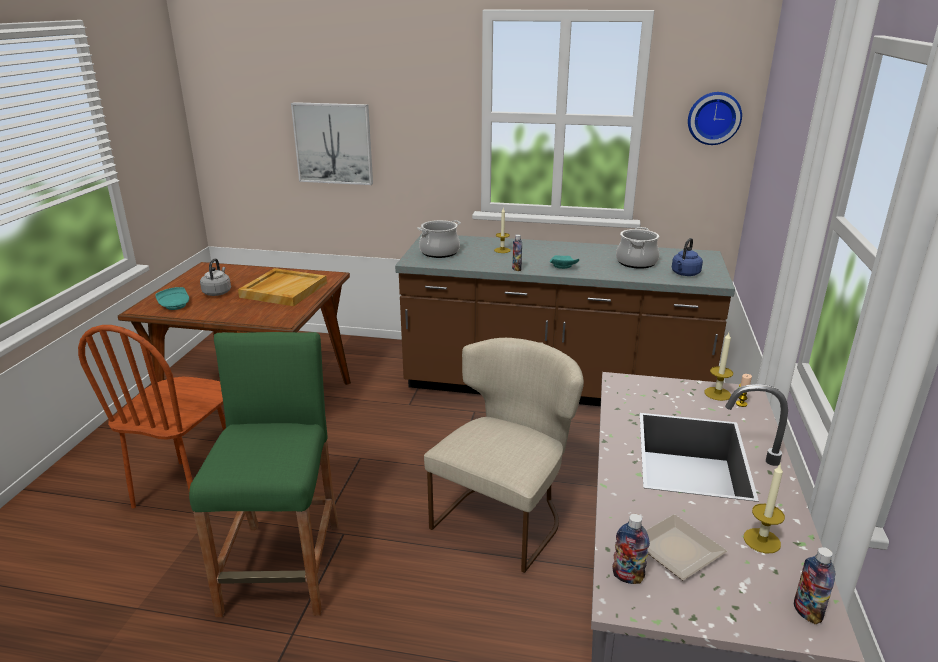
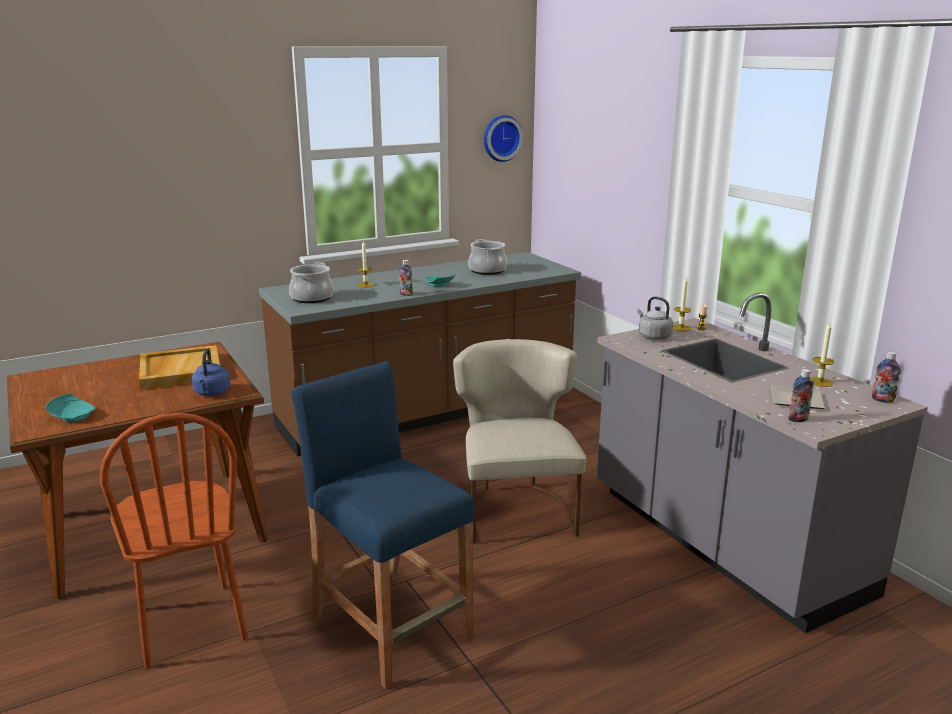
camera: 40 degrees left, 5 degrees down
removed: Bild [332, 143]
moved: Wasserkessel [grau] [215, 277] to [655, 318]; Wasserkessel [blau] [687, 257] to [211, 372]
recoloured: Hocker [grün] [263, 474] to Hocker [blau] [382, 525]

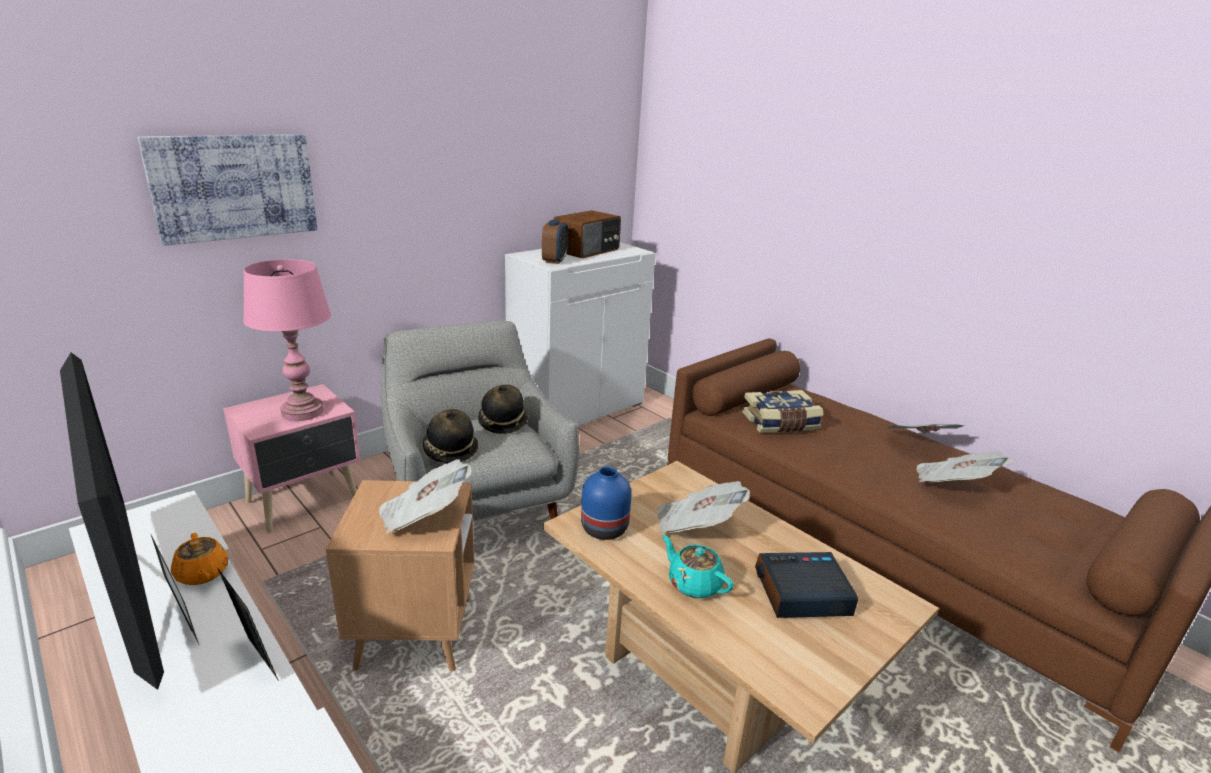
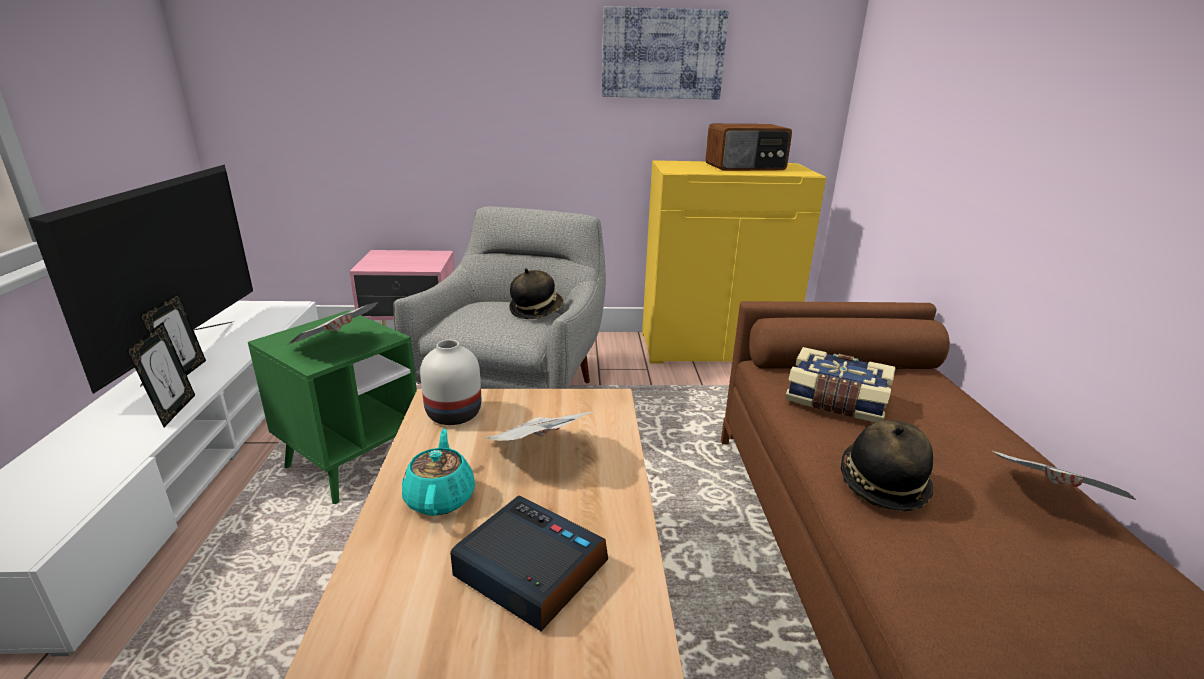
camera: 40 degrees right, 0 degrees up
removed: Teekanne [orange] [200, 559]; Tischlampe [rosa] [287, 340]; Wecker [555, 241]; Zeitung [963, 467]
moved: Bild [227, 190] to [665, 53]; Hut [450, 436] to [887, 465]
recoloured: Beistelltisch [braun] [400, 575] to Beistelltisch [grün] [332, 407]; Schrank [weiß] [580, 334] to Schrank [gelb] [734, 262]; Vase [blau] [606, 503] to Vase [weiß] [450, 382]

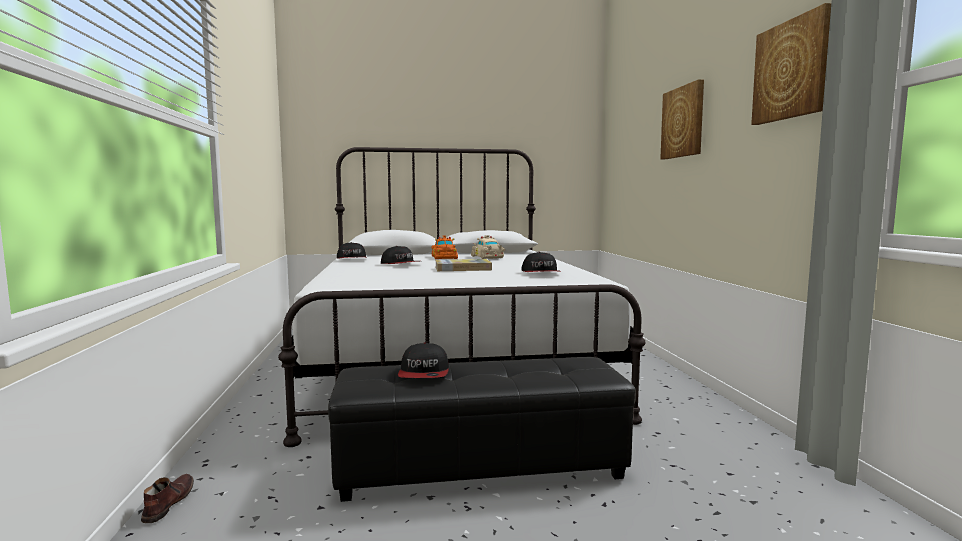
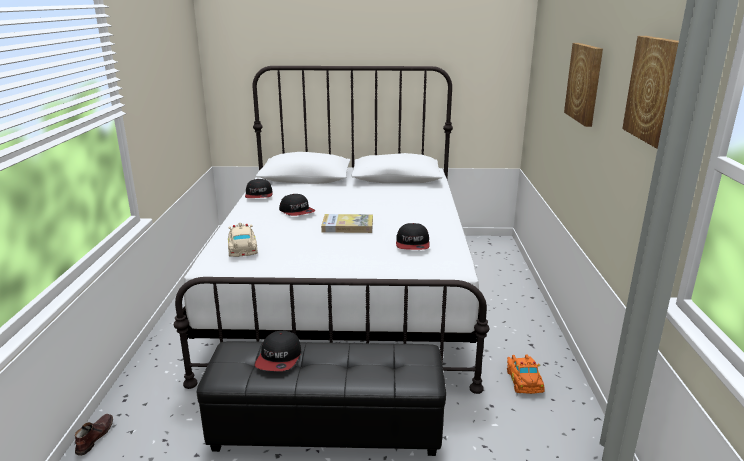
camera: 10 degrees right, 15 degrees up
moved: Spielzeugauto [orange] [444, 247] to [526, 374]; Spielzeugauto [beige] [488, 247] to [243, 240]

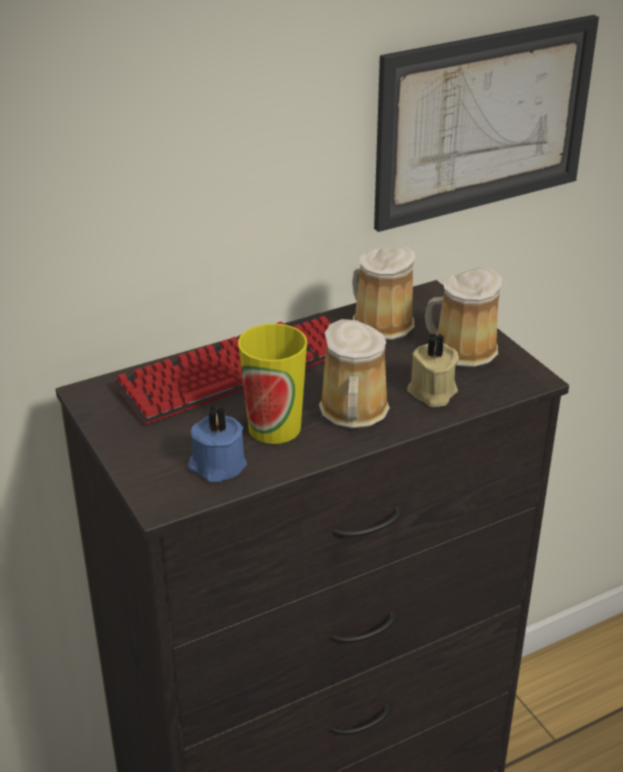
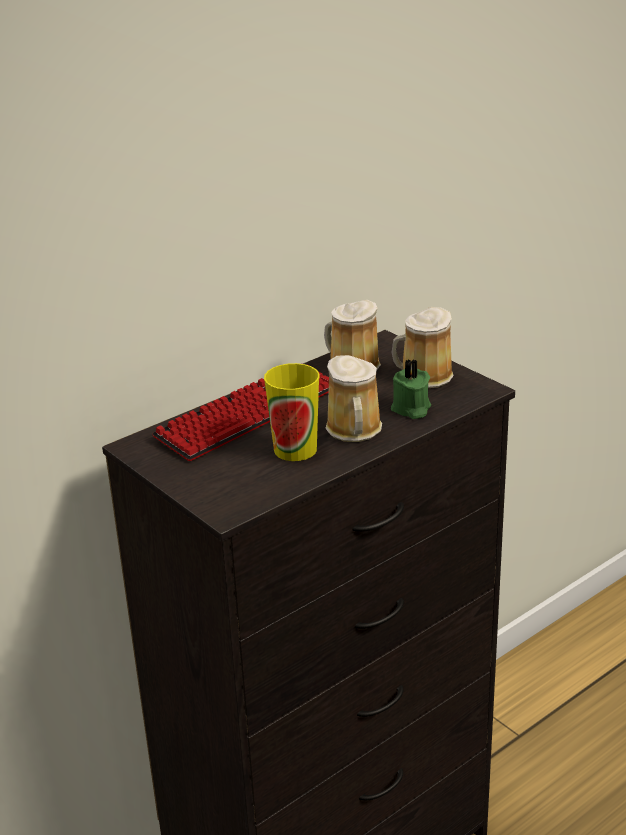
camera: 10 degrees left, 5 degrees down
removed: Kerze [blau] [217, 444]; Bild [486, 123]
recoloured: Kerze [beige] [433, 369] to Kerze [grün] [411, 389]

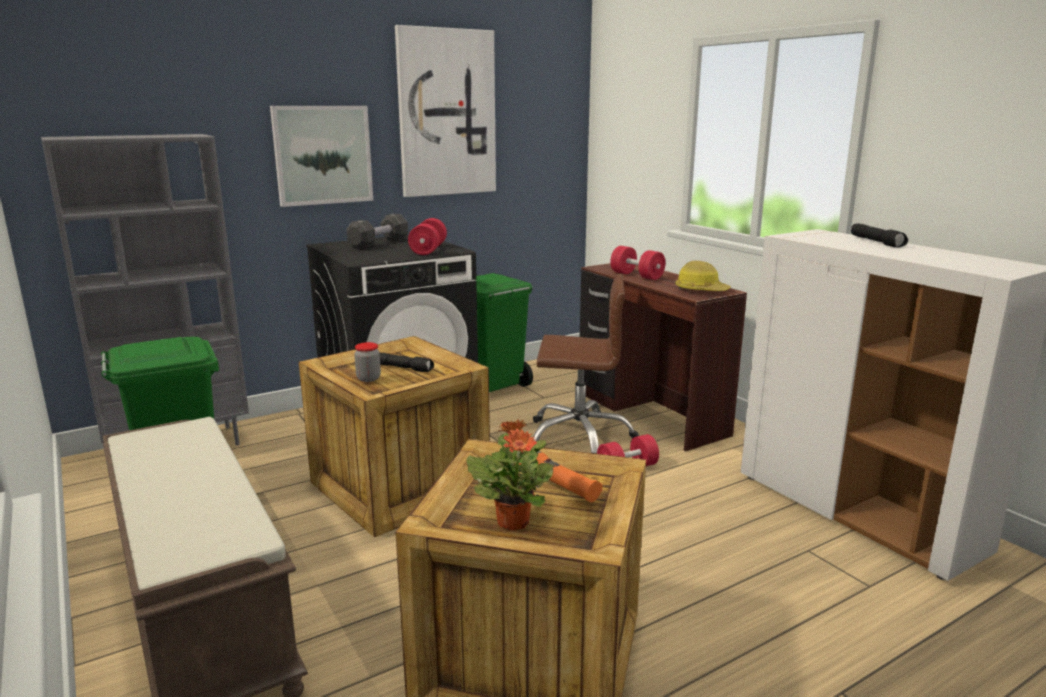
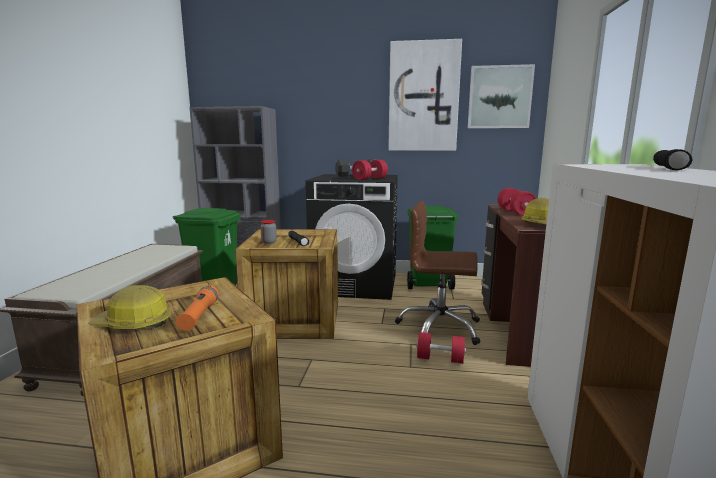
camera: 40 degrees right, 5 degrees down
moved: Bild [321, 156] to [501, 96]
replaced: Topfpflanze [509, 475] to Schutzhelm [130, 307]
turned: Bürostuhl [braun] [586, 364] = [437, 273] 150 degrees clockwise

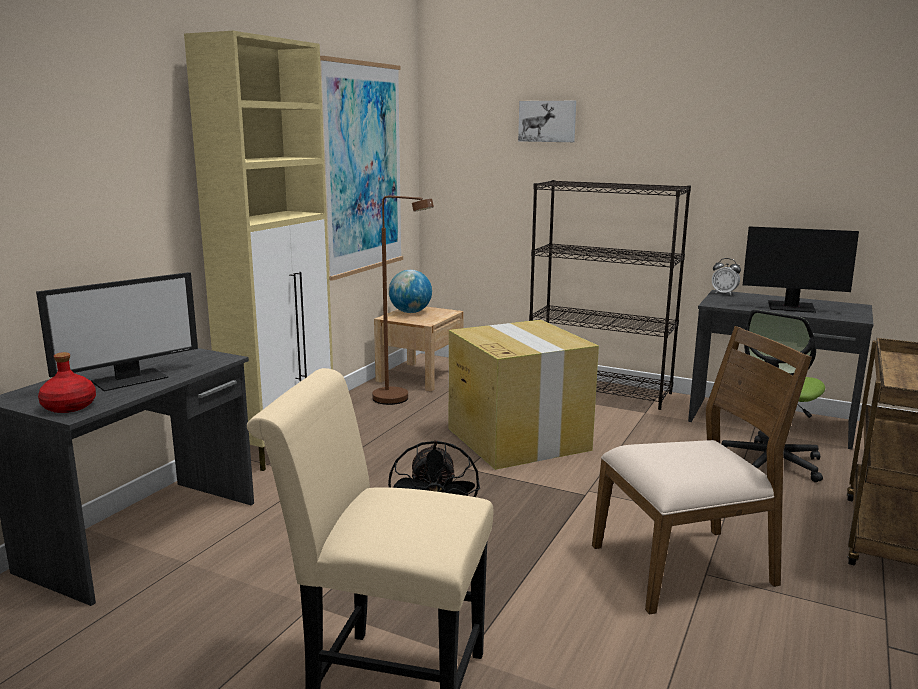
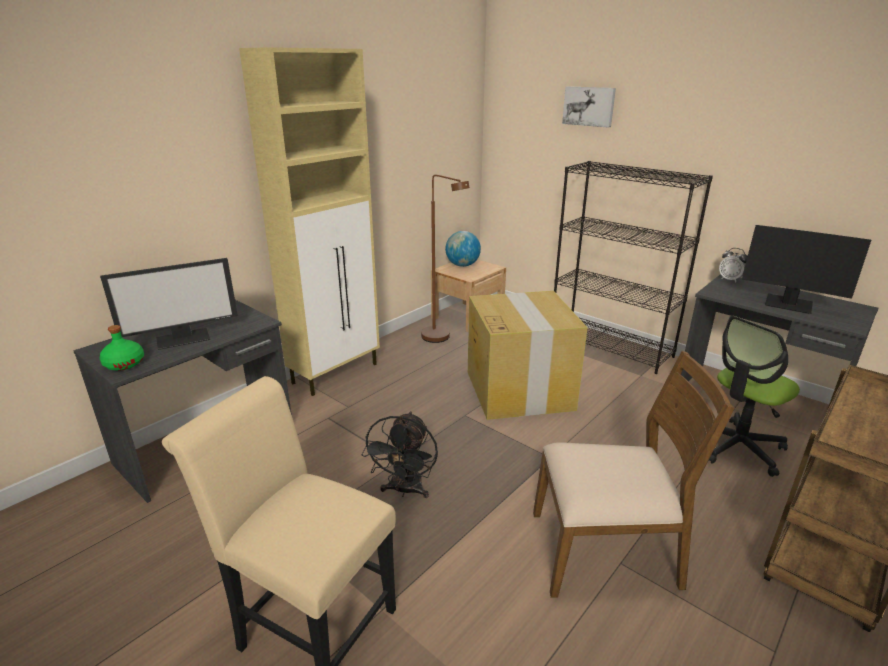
camera: 15 degrees right, 10 degrees up
removed: Bild [361, 168]
recoloured: Flasche [rot] [67, 382] to Flasche [grün] [122, 348]

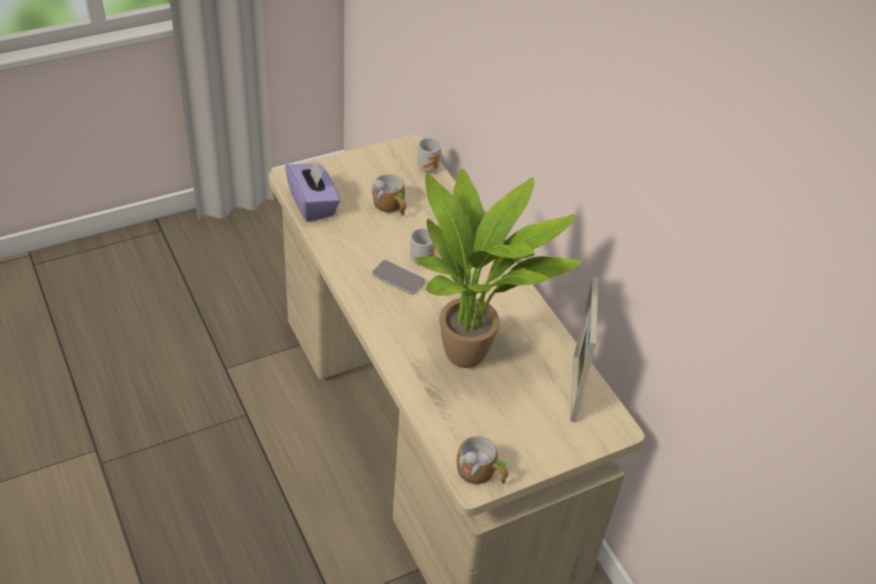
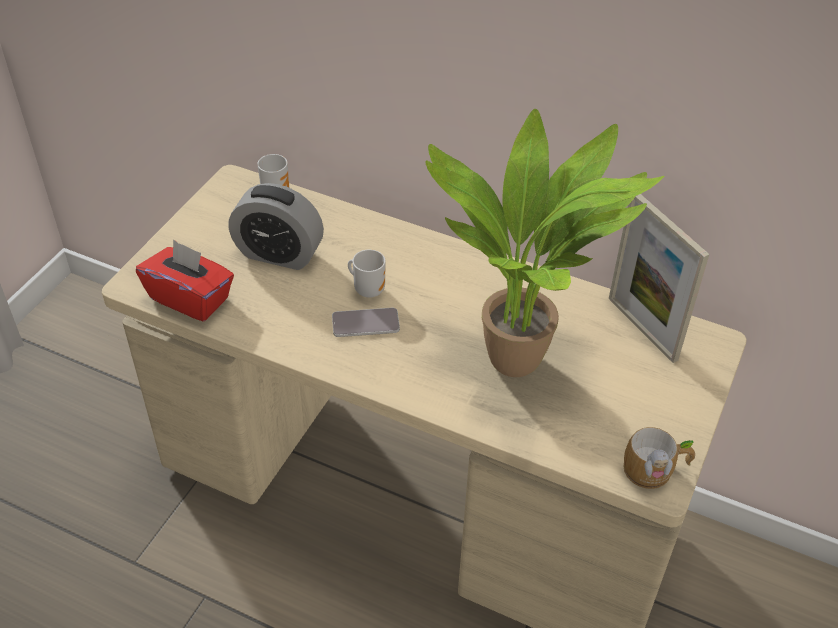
camera: 35 degrees left, 0 degrees up
replaced: Henkelbecher [389, 195] to Wecker [276, 226]
recoloured: Taschentuchbox [lila] [312, 190] to Taschentuchbox [rot] [185, 280]

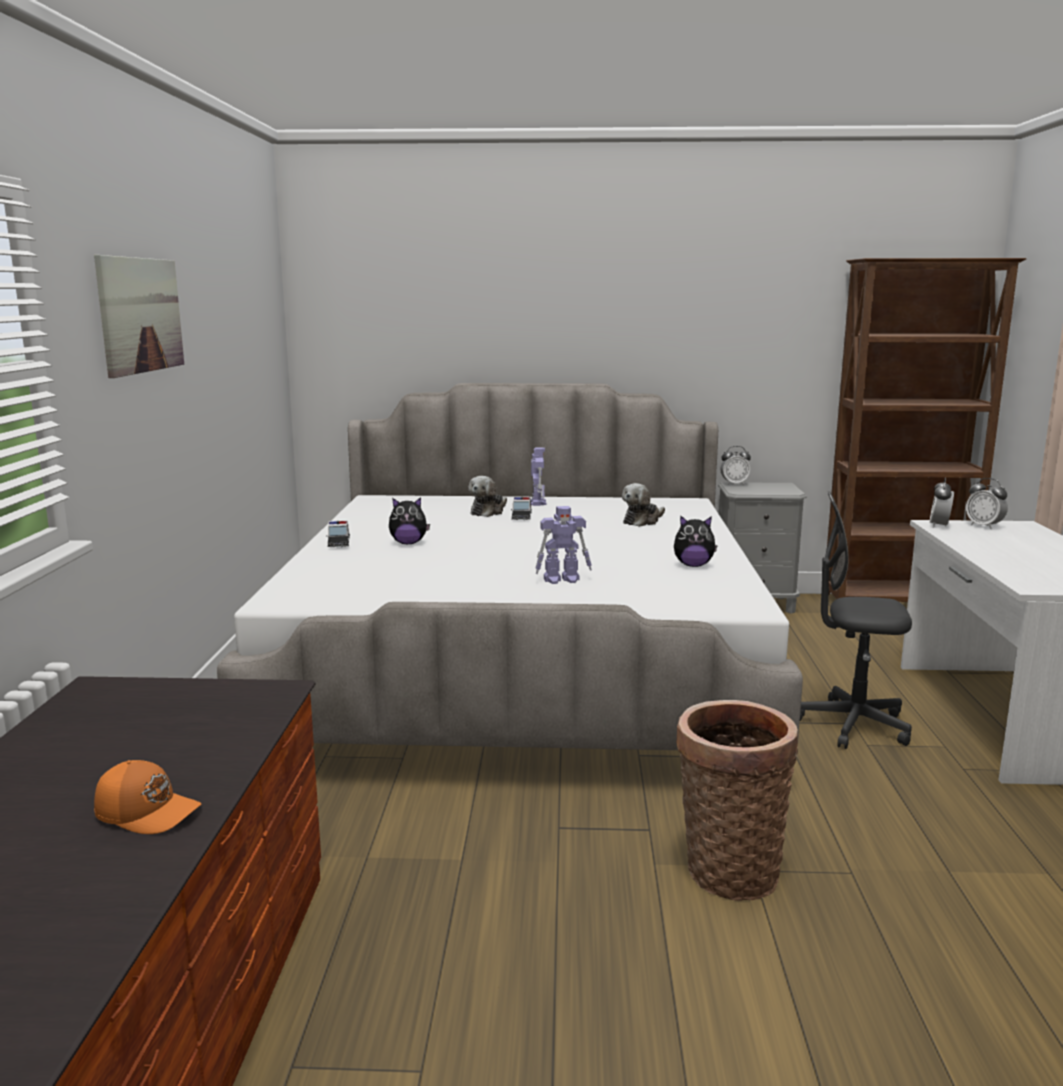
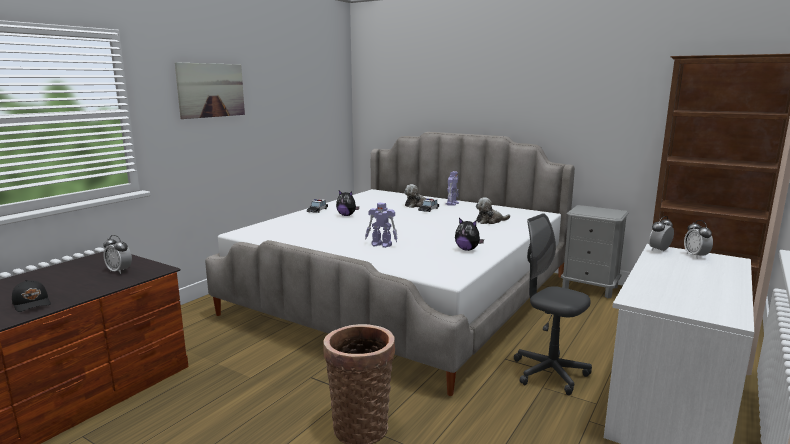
camera: 30 degrees right, 0 degrees up
moved: Wecker [735, 465] to [117, 254]
recoloured: Kappe [orange] [147, 797] to Kappe [schwarz] [31, 296]

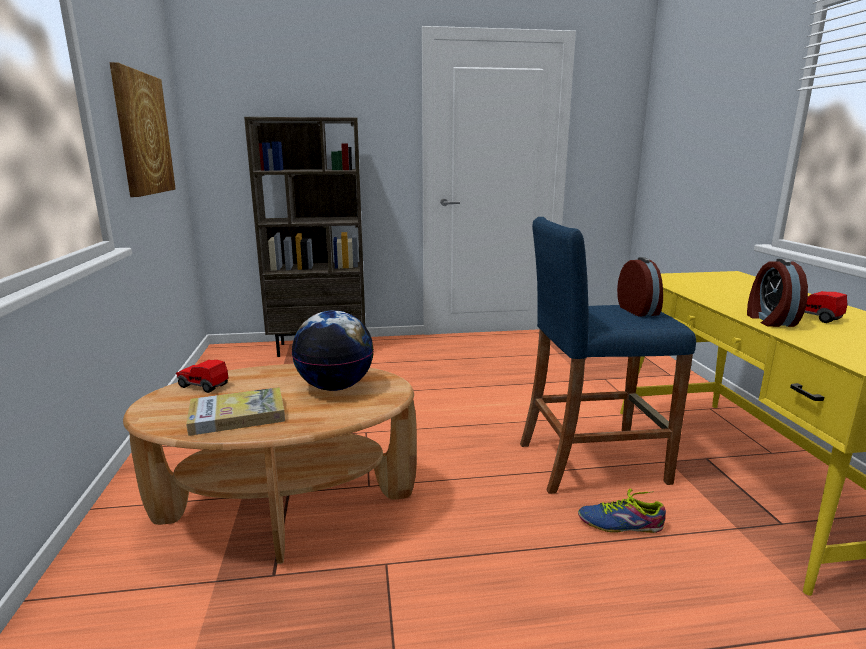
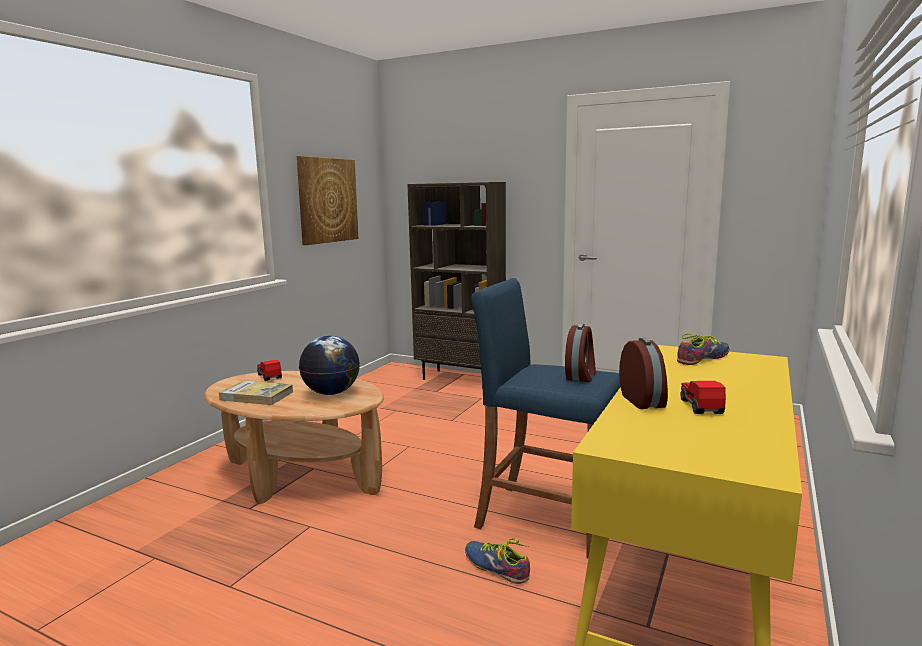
camera: 35 degrees right, 5 degrees down
added: Schuh [703, 349]
turned: Wecker [777, 293] = [643, 373] 135 degrees clockwise

